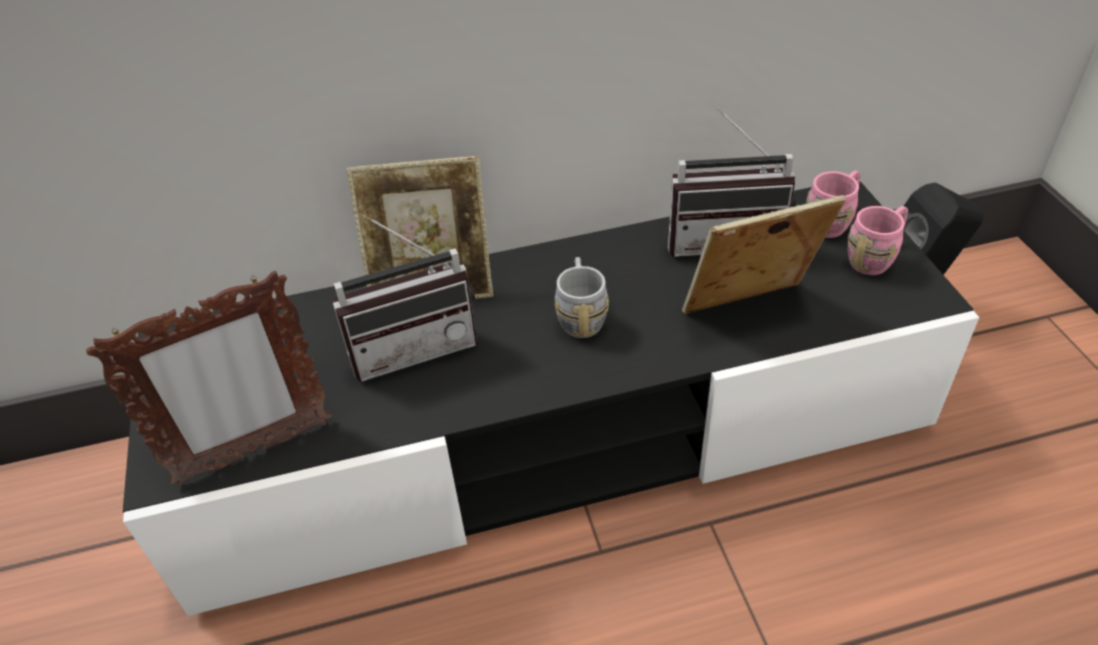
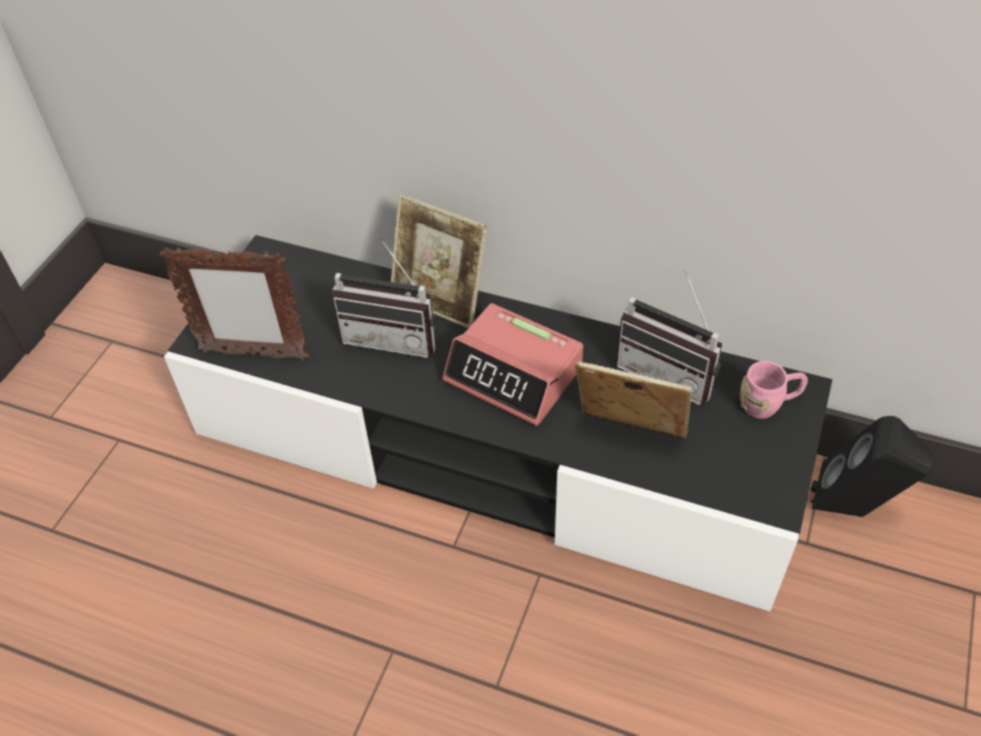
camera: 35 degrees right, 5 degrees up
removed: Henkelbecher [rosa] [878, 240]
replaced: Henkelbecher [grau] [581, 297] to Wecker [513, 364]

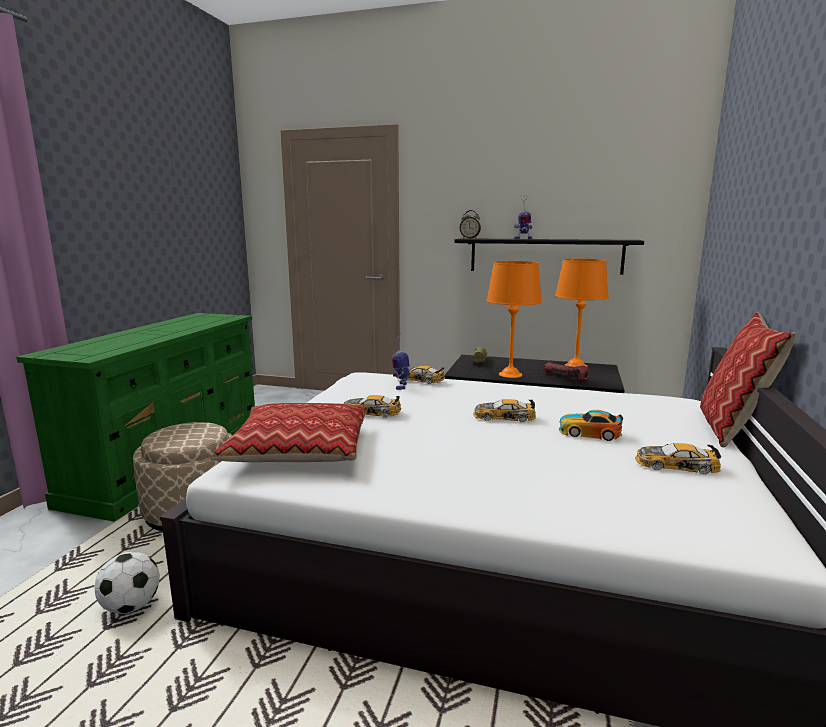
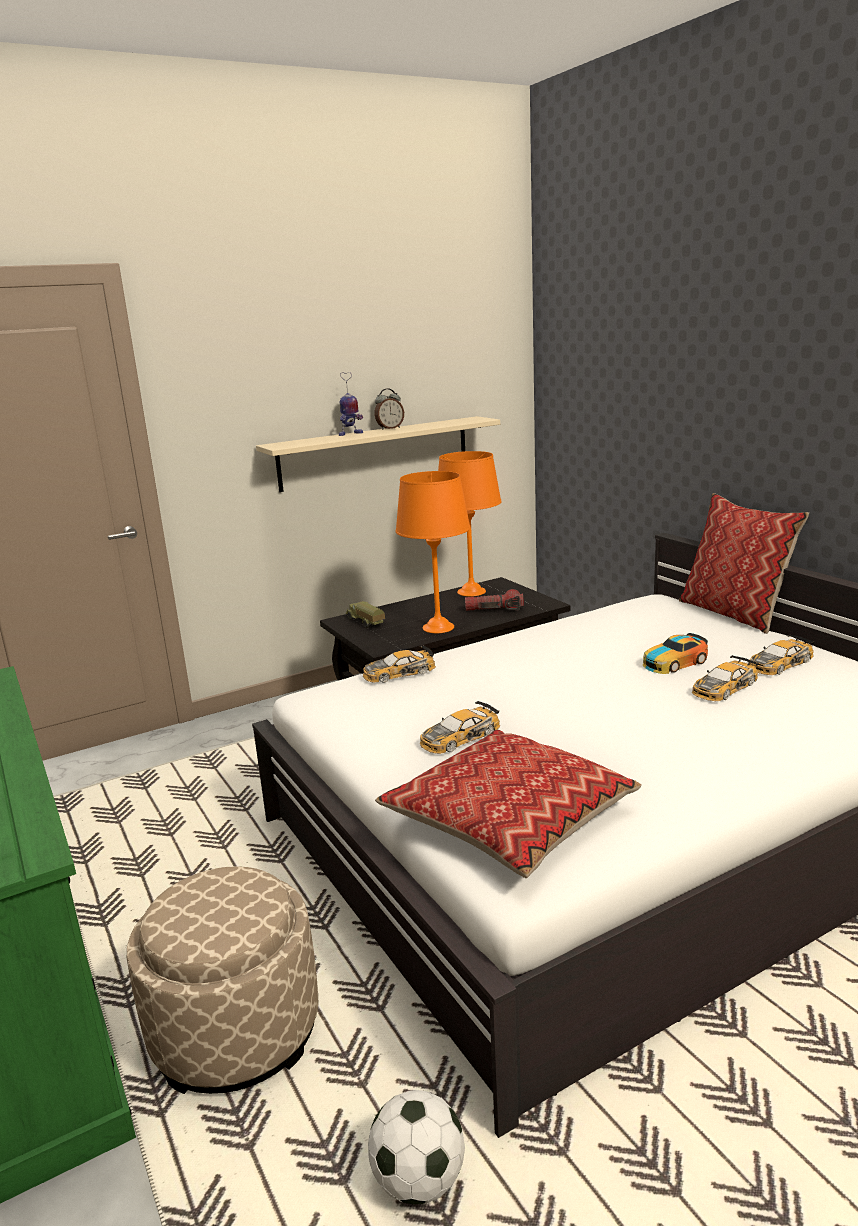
camera: 45 degrees left, 5 degrees up
removed: Spielzeugroboter [401, 360]
moved: Wecker [470, 224] to [389, 409]; Spielzeugauto [505, 410] to [725, 678]
recoloured: Wandregal [schwarz] [549, 256] to Wandregal [beige] [378, 454]

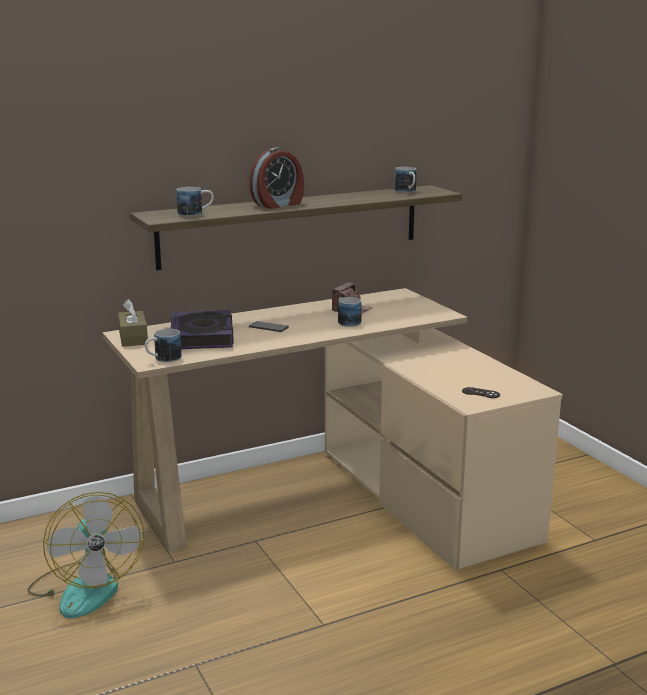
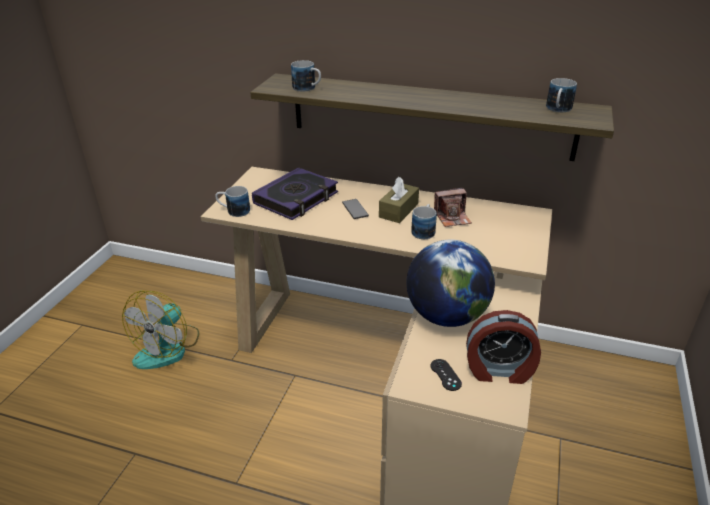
camera: 45 degrees right, 15 degrees up
added: Globus [451, 283]
moved: Taschentuchbox [braun] [133, 323] to [399, 200]; Wecker [276, 178] to [503, 347]

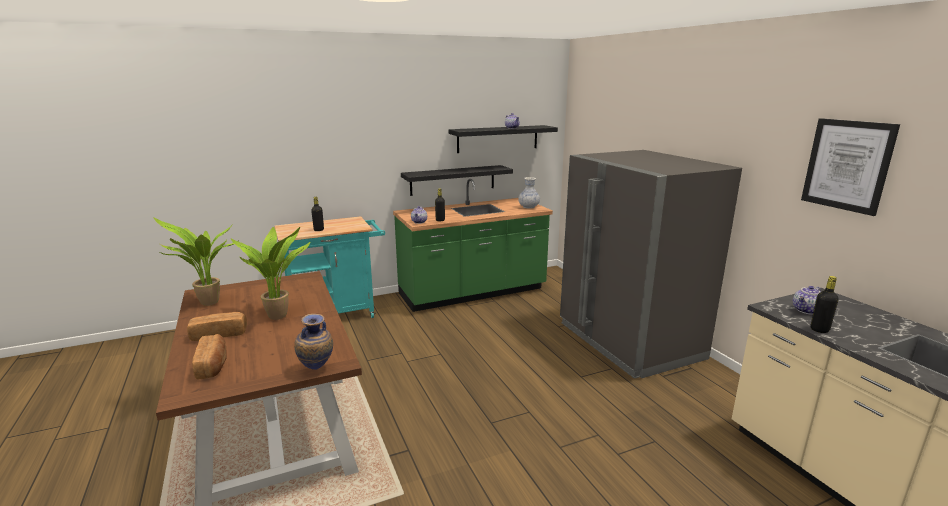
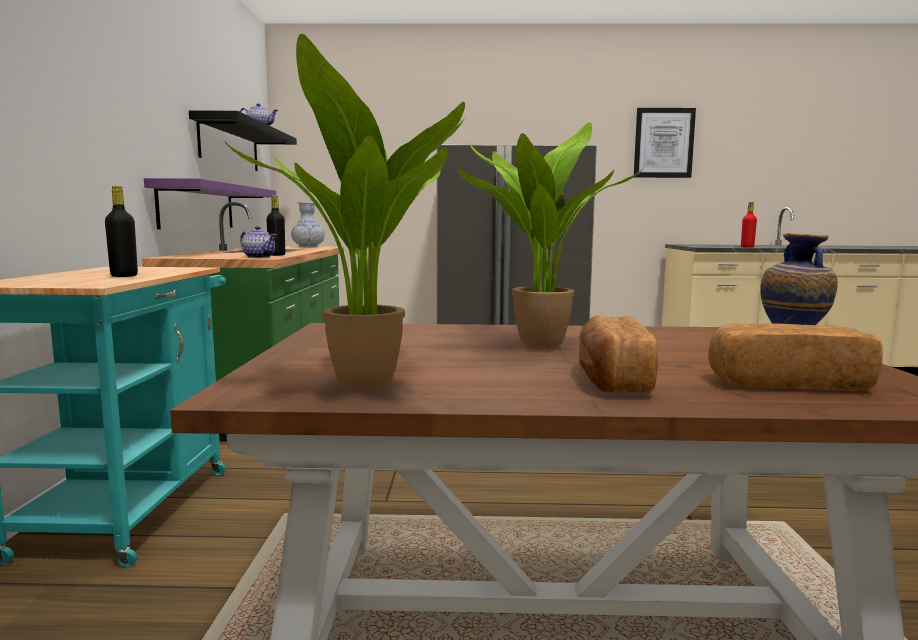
camera: 65 degrees left, 10 degrees down
removed: Teekanne [807, 300]
recoloured: Wandregal [schwarz] [457, 180] to Wandregal [lila] [210, 203]; Flasche [schwarz] [825, 304] to Flasche [rot] [749, 225]

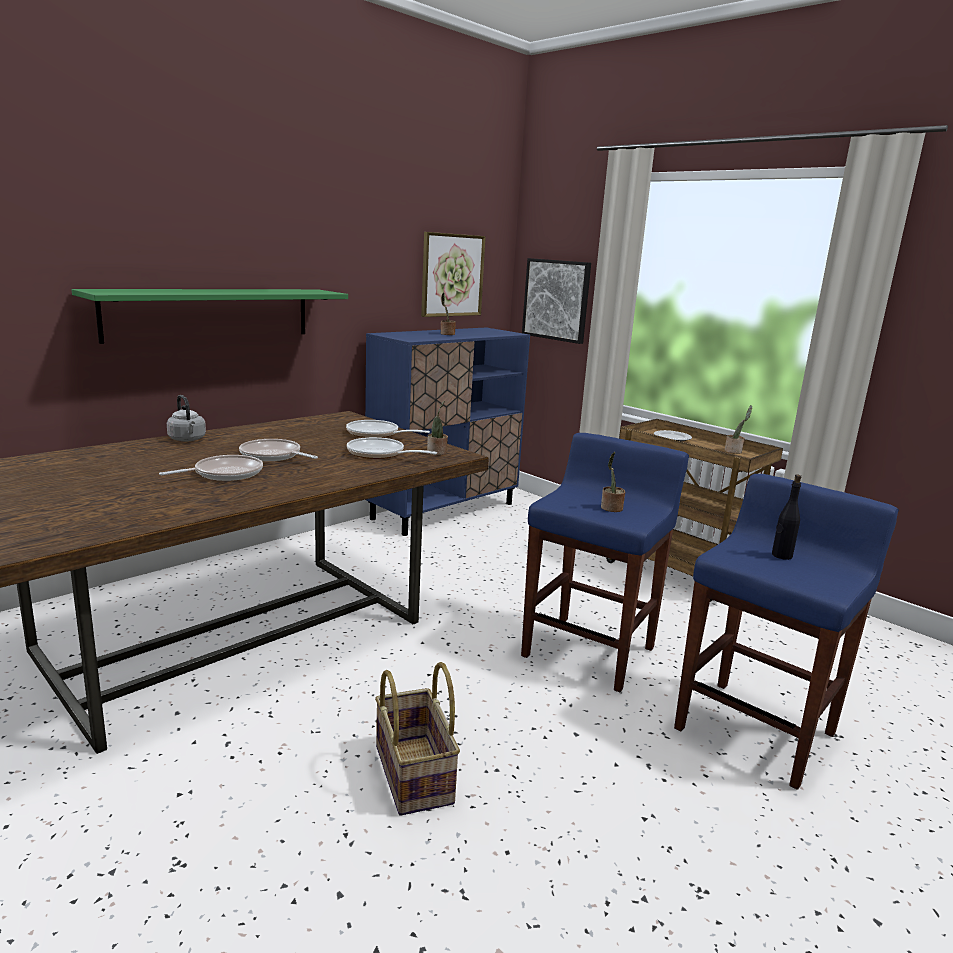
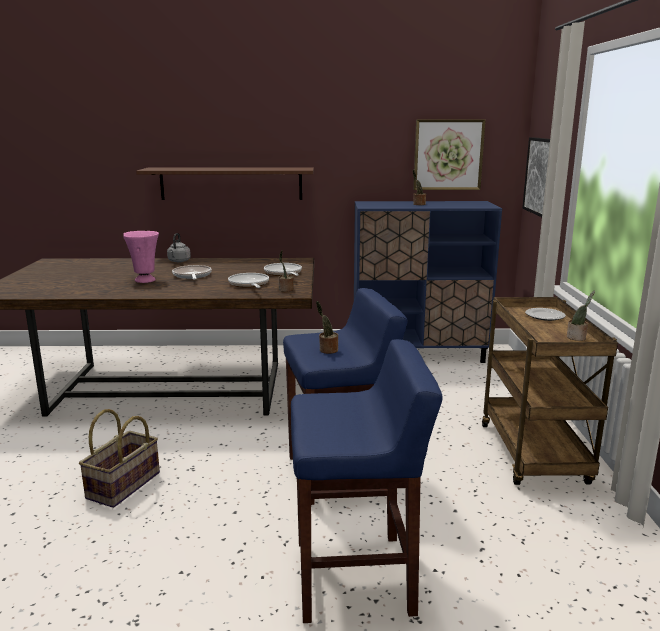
camera: 45 degrees right, 0 degrees up
removed: Flasche [schwarz] [786, 517]
replaced: Pfanne [211, 468] to Vase [rosa] [141, 257]
recoloured: Wandregal [grün] [209, 316] to Wandregal [braun] [225, 183]

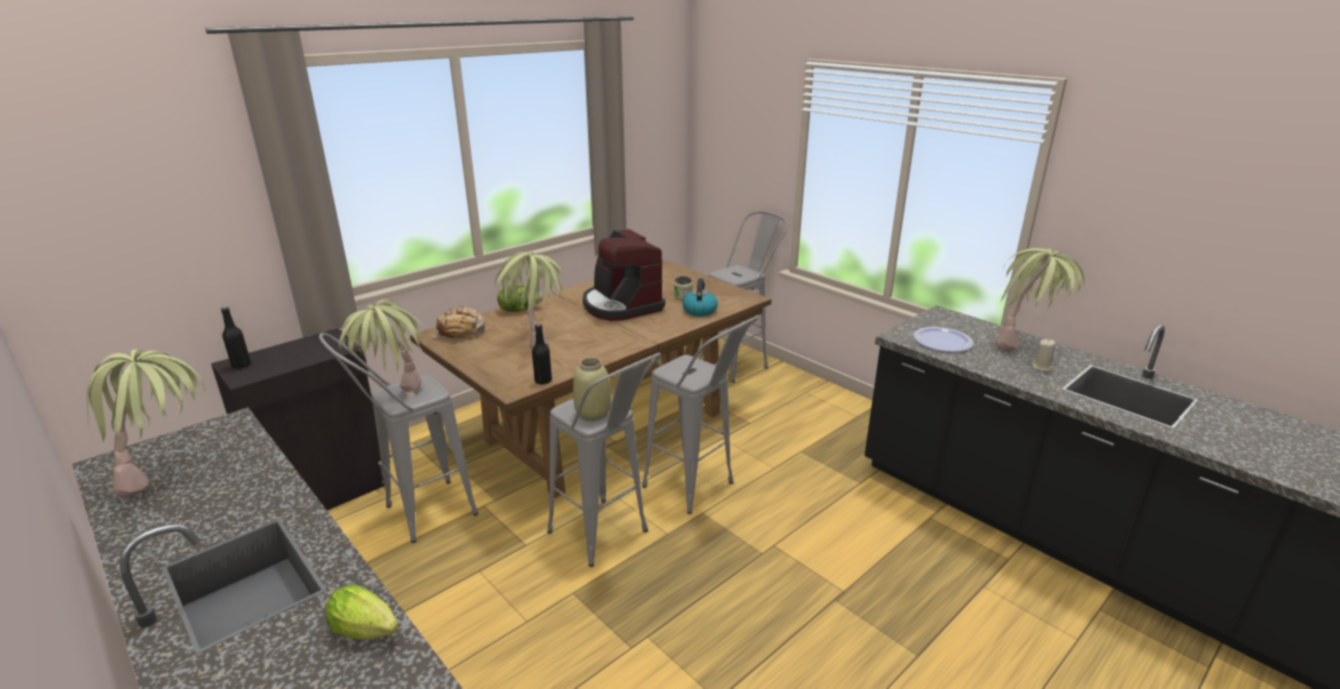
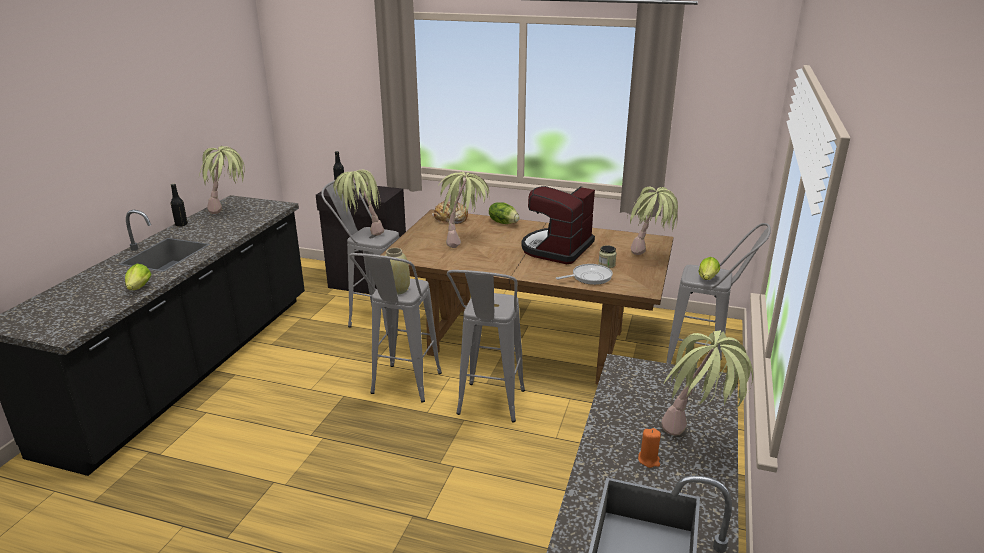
camera: 60 degrees right, 0 degrees up
removed: Teller [943, 339]
added: Topfpflanze [652, 221]; Salatkopf [709, 268]
moved: Flasche [schwarz] [542, 354] to [179, 205]
replaced: Wasserkessel [700, 297] to Pfanne [584, 274]
recoloured: Kerze [beige] [1044, 355] to Kerze [orange] [649, 448]

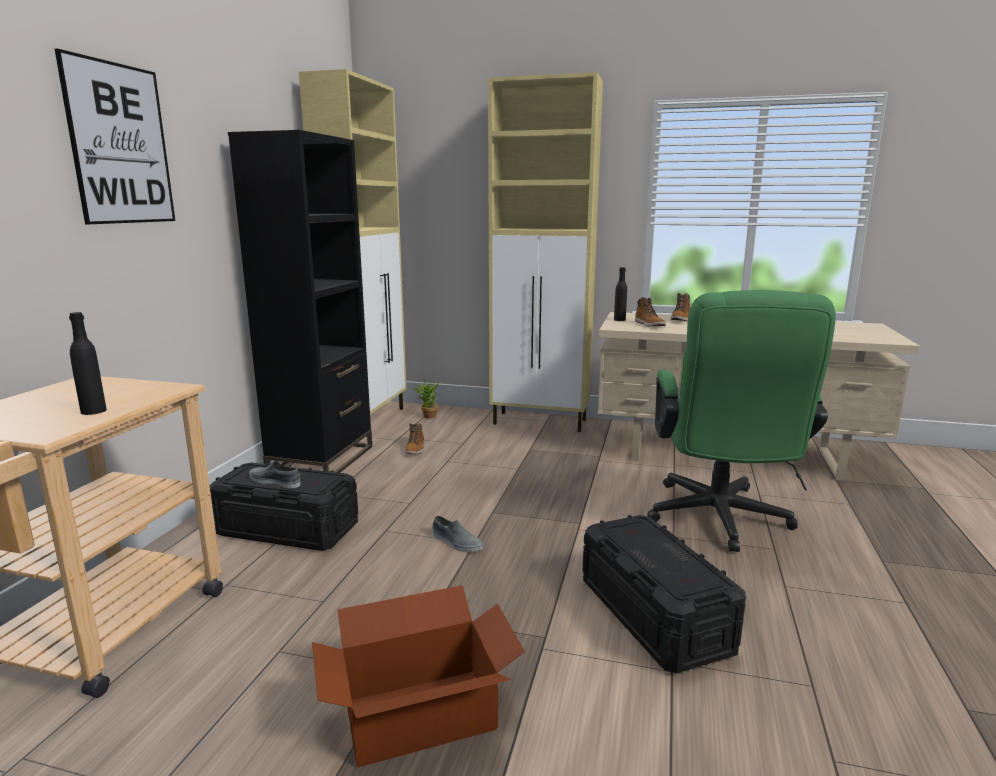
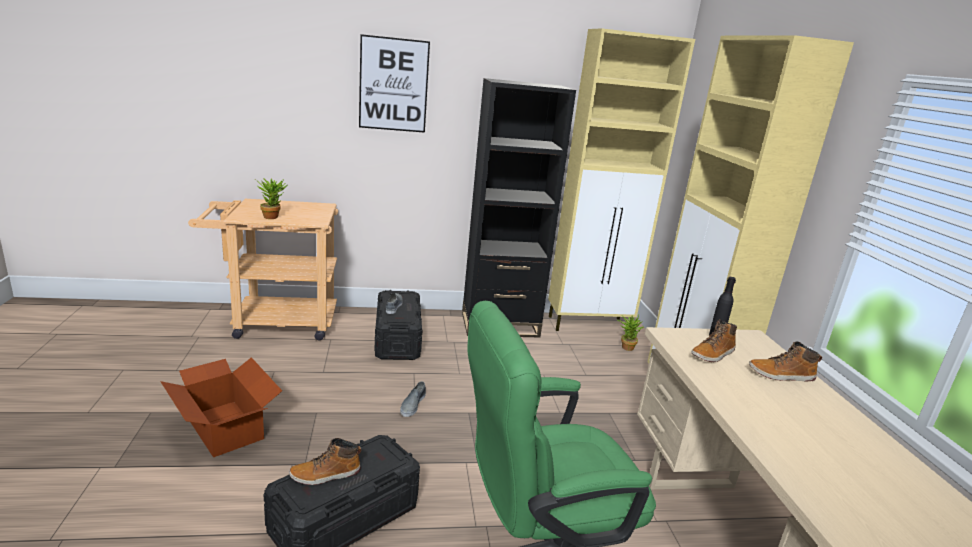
camera: 65 degrees right, 5 degrees up
moved: Stiefel [415, 438] to [325, 461]
replaced: Flasche [schwarz] [88, 363] to Topfpflanze [270, 198]

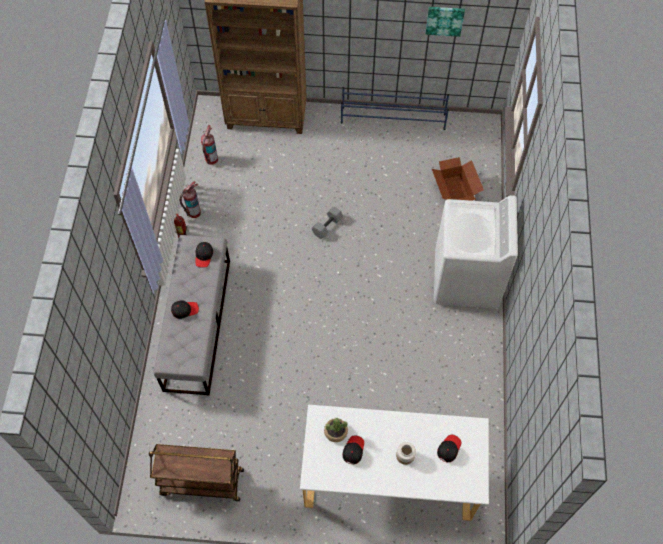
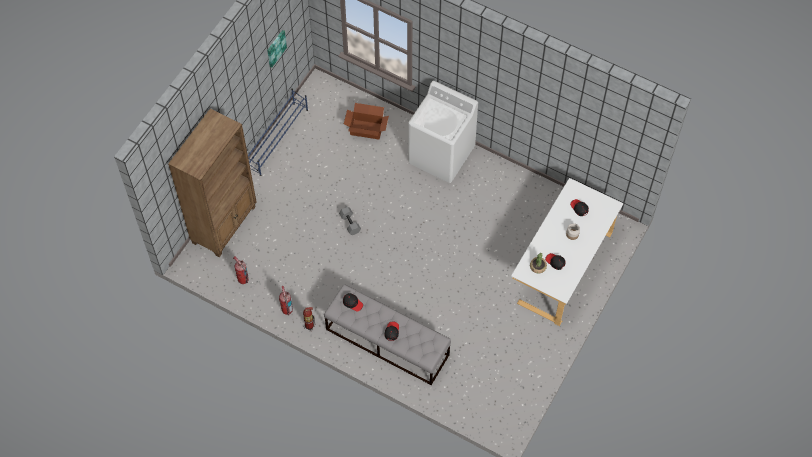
camera: 65 degrees left, 0 degrees up
removed: Rollwagen [braun] [196, 472]

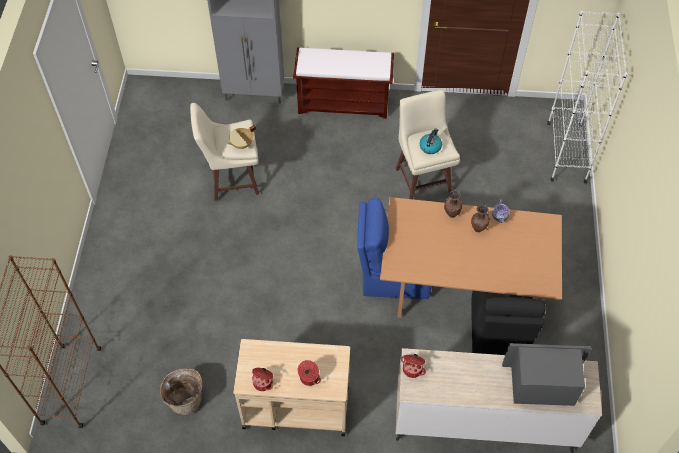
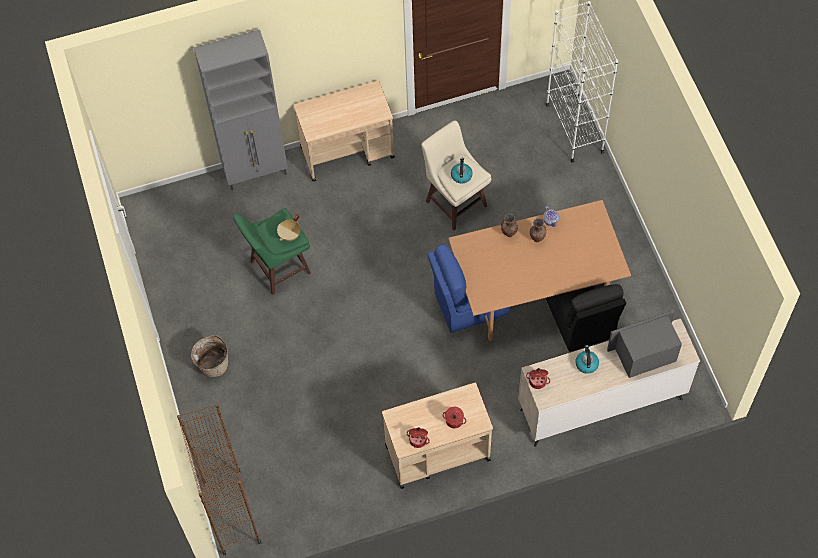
camera: 20 degrees left, 5 degrees up
added: Wasserkessel [587, 359]
moved: Korb [181, 392] to [209, 356]
replaced: Bank [braun] [343, 83] to Rollwagen [beige] [344, 131]
recoloured: Hocker [beige] [224, 152] to Hocker [grün] [272, 251]

